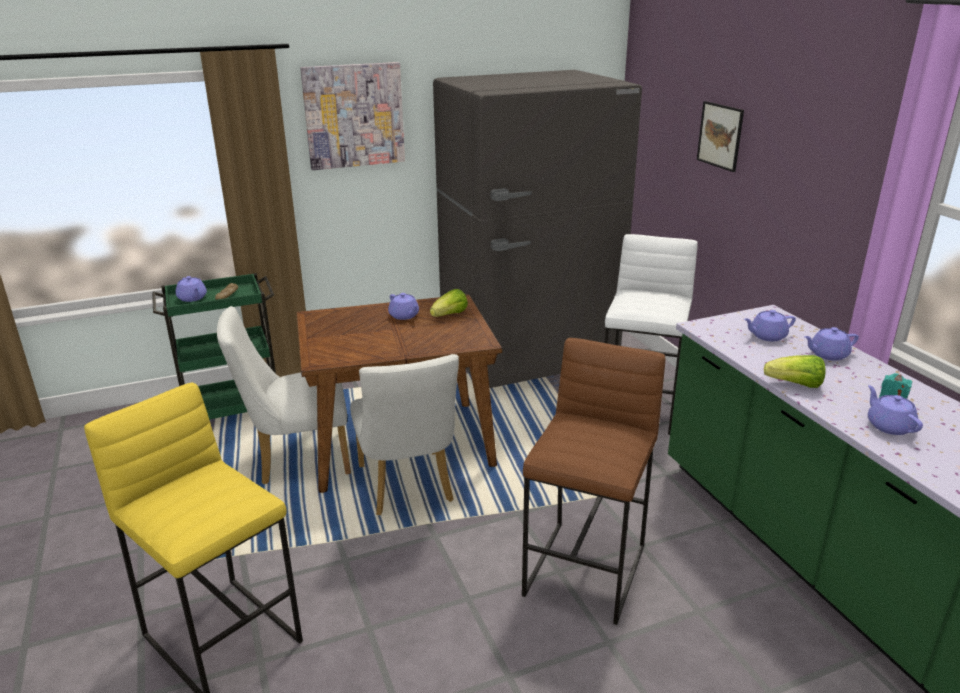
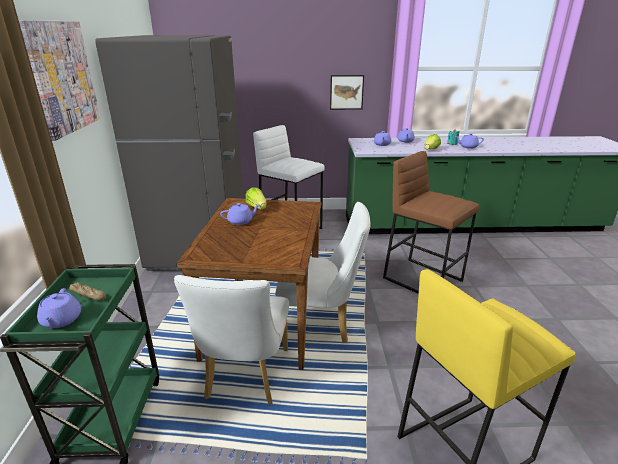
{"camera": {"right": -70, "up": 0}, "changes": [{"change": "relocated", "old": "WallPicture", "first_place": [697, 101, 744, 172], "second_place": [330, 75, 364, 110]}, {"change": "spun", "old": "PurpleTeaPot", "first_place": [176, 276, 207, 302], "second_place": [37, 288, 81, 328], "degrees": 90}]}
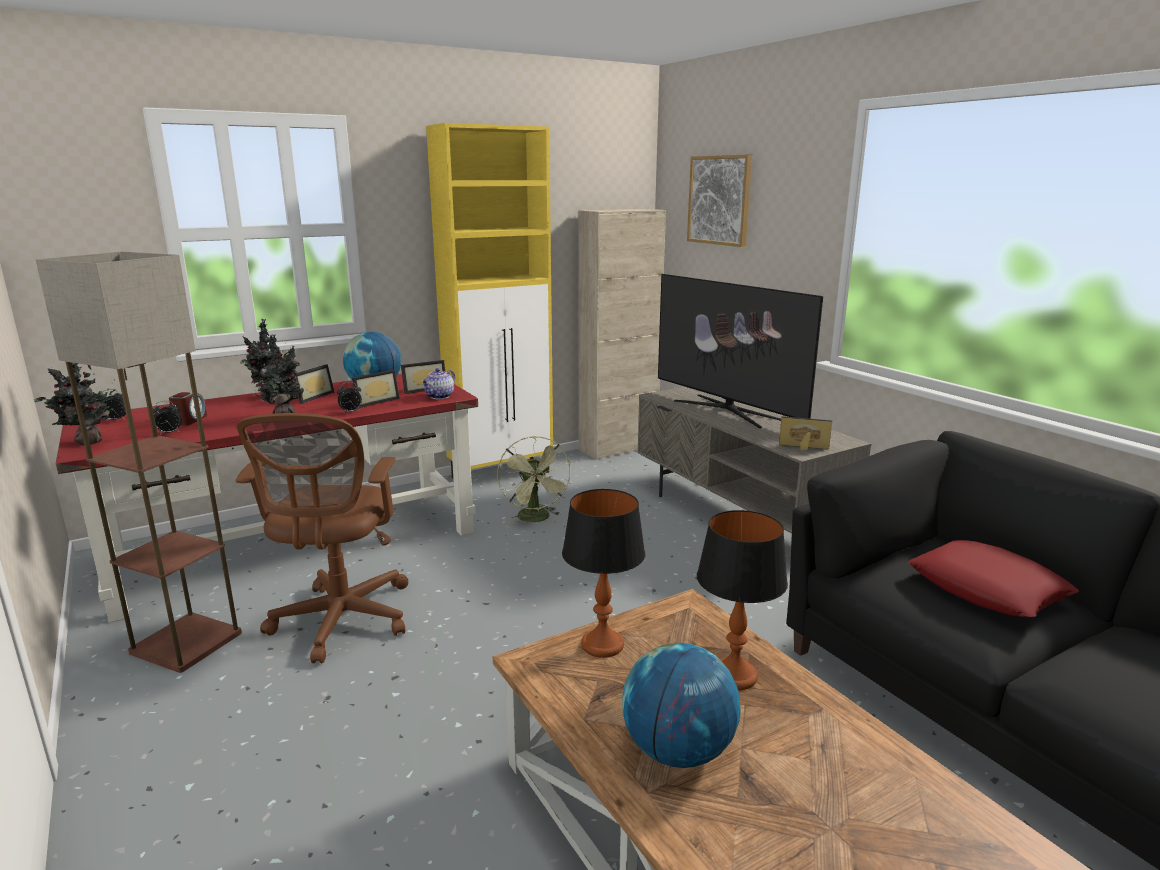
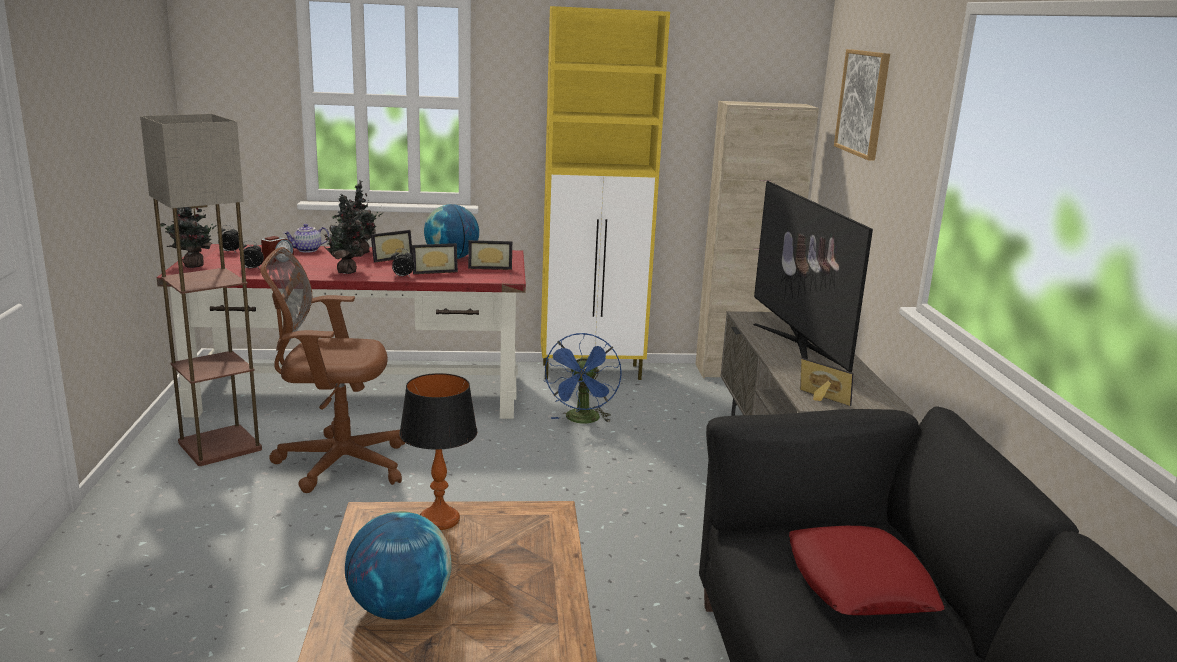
{"camera": {"right": 25, "up": 0}, "changes": [{"change": "relocated", "old": "TeaPot", "first_place": [421, 368, 455, 399], "second_place": [284, 224, 329, 253]}, {"change": "spun", "old": "BrownColouredComputerChair", "first_place": [236, 413, 408, 663], "second_place": [260, 247, 405, 493], "degrees": 60}, {"change": "colour", "old": "GreenColouredElectricFan", "new": "BlueElectricFan", "first_place": [497, 436, 572, 524], "second_place": [545, 333, 622, 423]}, {"change": "missing", "old": "LampForATable", "first_place": [697, 510, 788, 690]}]}
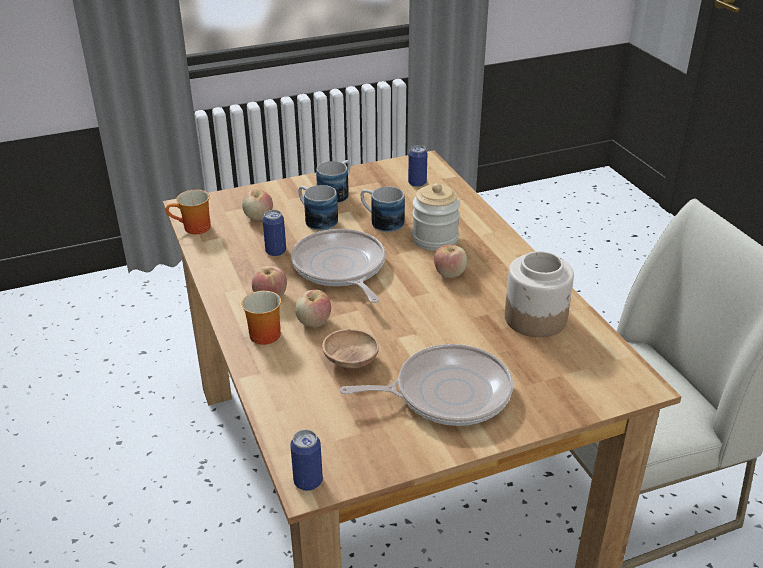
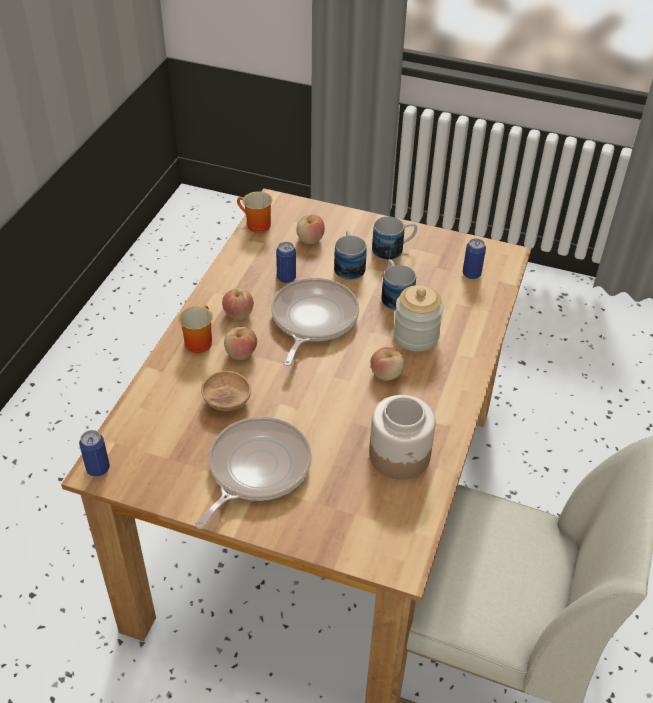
{"camera": {"right": 40, "up": 10}, "changes": [{"change": "spun", "old": "Skillet", "first_place": [340, 344, 513, 426], "second_place": [195, 417, 312, 529], "degrees": -90}]}
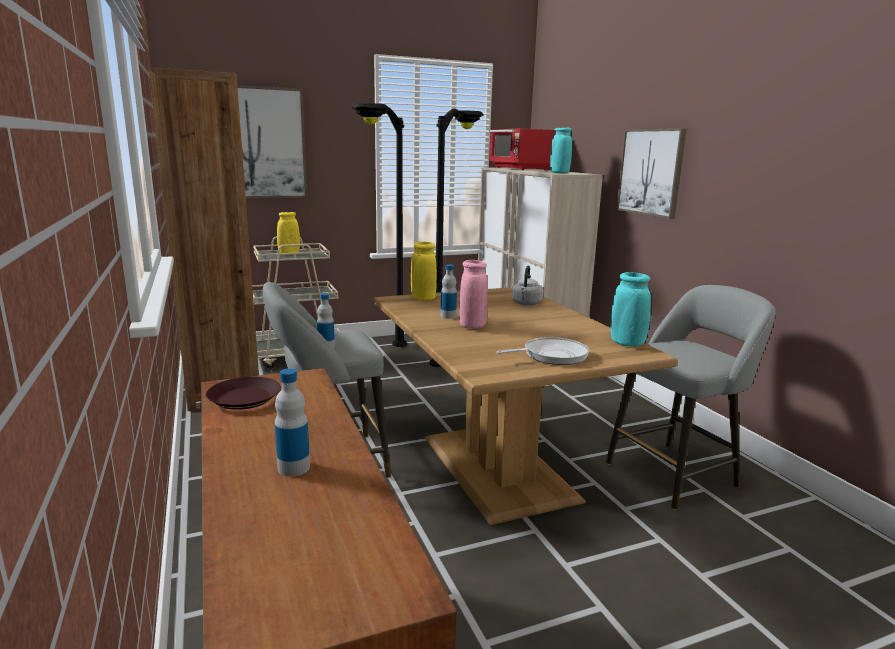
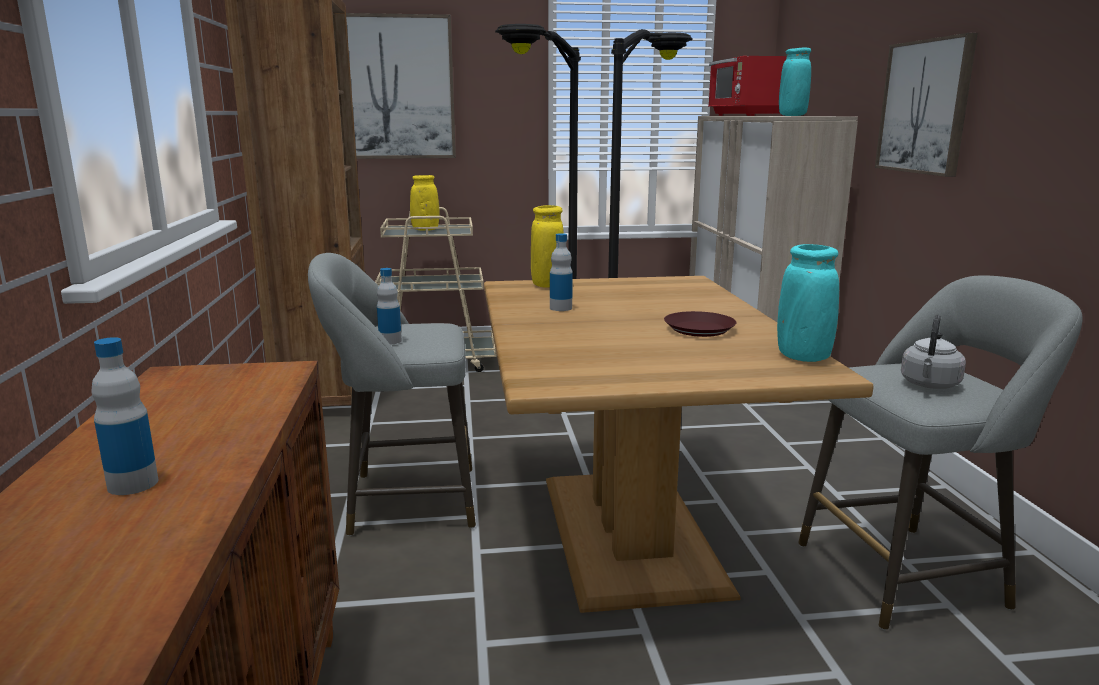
{"camera": {"right": 15, "up": 0}, "changes": [{"change": "missing", "old": "PinkDecorativeVase", "first_place": [459, 260, 487, 329]}, {"change": "relocated", "old": "GrayTeaKettle", "first_place": [512, 265, 543, 306], "second_place": [901, 315, 966, 389]}, {"change": "missing", "old": "Skillet", "first_place": [496, 337, 589, 365]}, {"change": "relocated", "old": "BrownColouredPlate", "first_place": [206, 377, 281, 410], "second_place": [664, 311, 737, 337]}]}
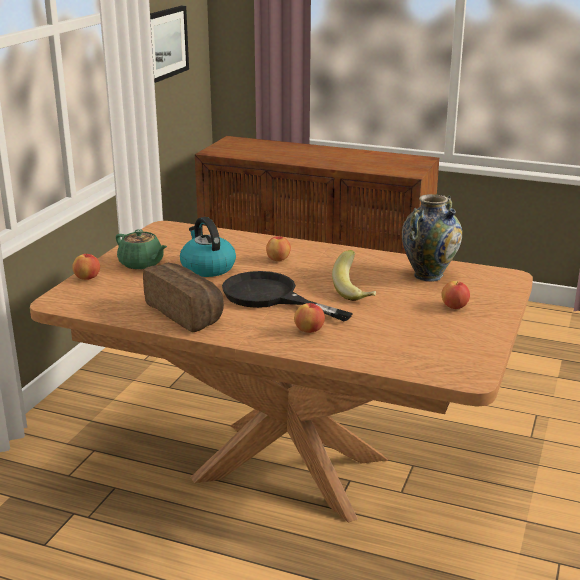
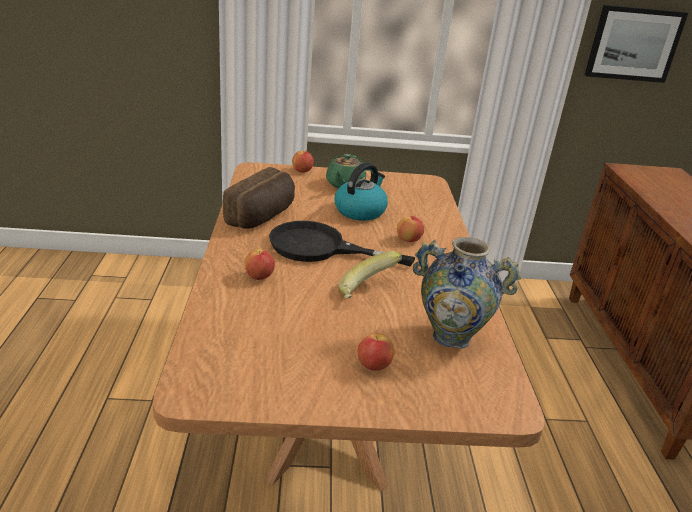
{"camera": {"right": 65, "up": 5}, "changes": [{"change": "spun", "old": "BlackSkillet", "first_place": [222, 271, 353, 321], "second_place": [269, 221, 415, 266], "degrees": -90}]}
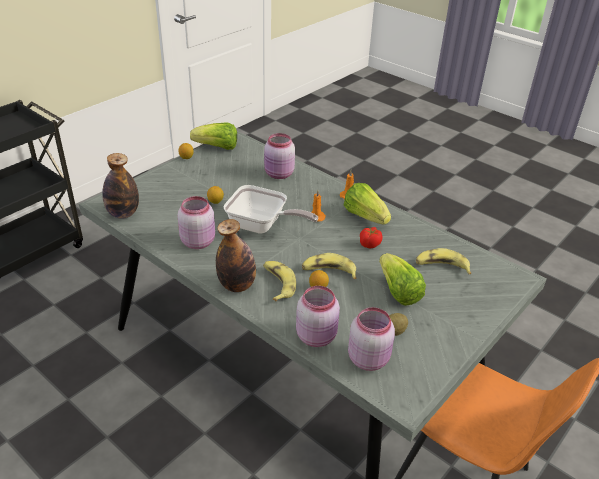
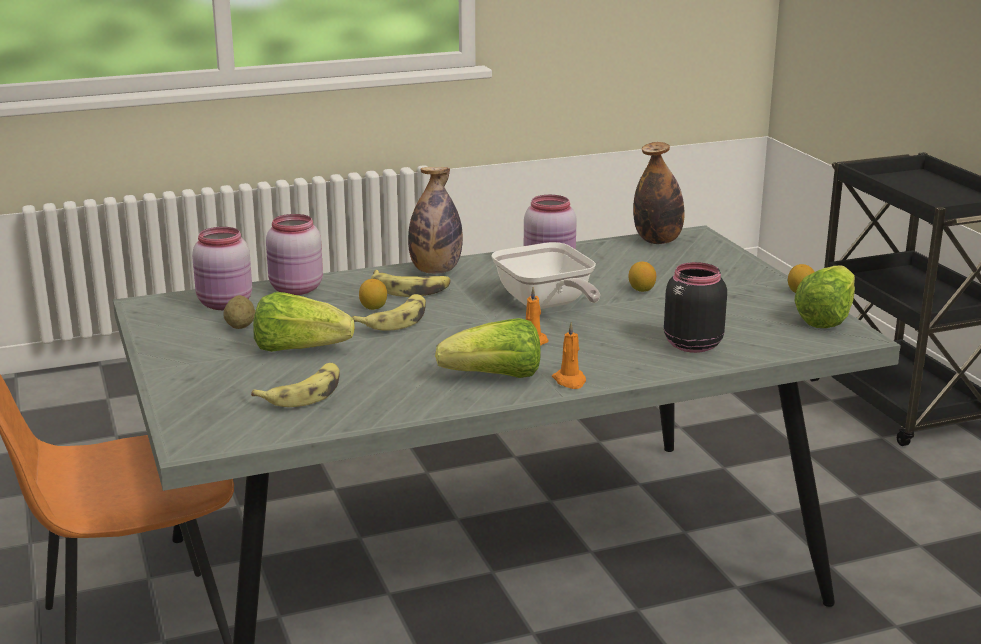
{"camera": {"right": 120, "up": -15}, "changes": [{"change": "colour", "old": "PinkPreserveJar", "new": "BlackPreserveJar", "first_place": [264, 133, 295, 179], "second_place": [664, 262, 727, 353]}, {"change": "spun", "old": "Skillet", "first_place": [223, 185, 318, 234], "second_place": [491, 242, 600, 309], "degrees": -75}, {"change": "missing", "old": "WholeTomato", "first_place": [360, 227, 382, 248]}]}
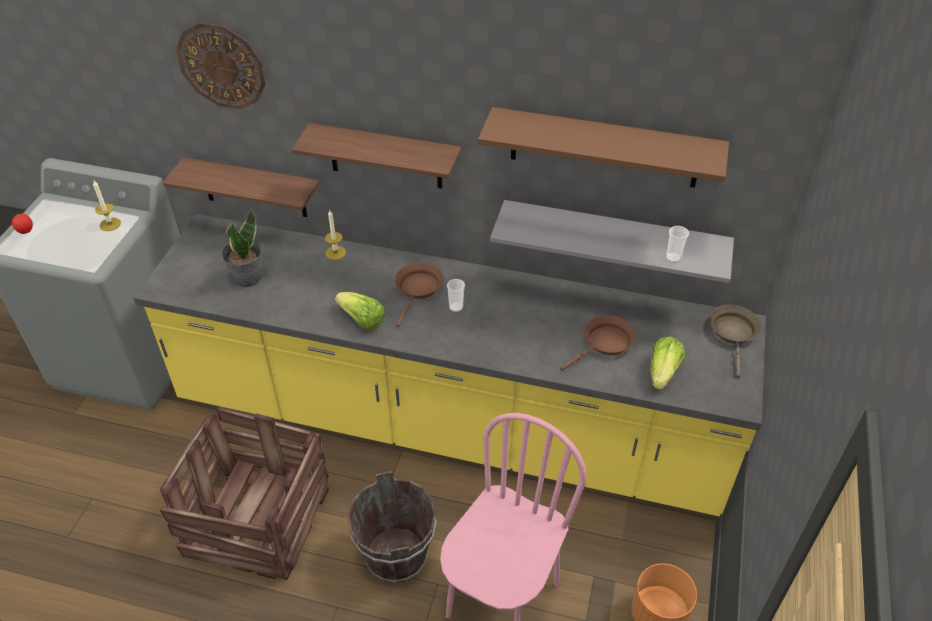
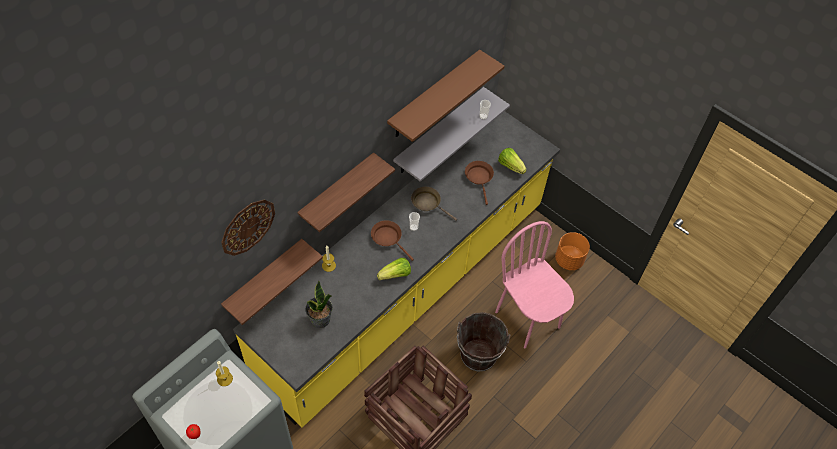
{"camera": {"right": -65, "up": 10}, "changes": [{"change": "relocated", "old": "BrownColouredSkillet", "first_place": [709, 305, 761, 377], "second_place": [411, 187, 457, 221]}]}
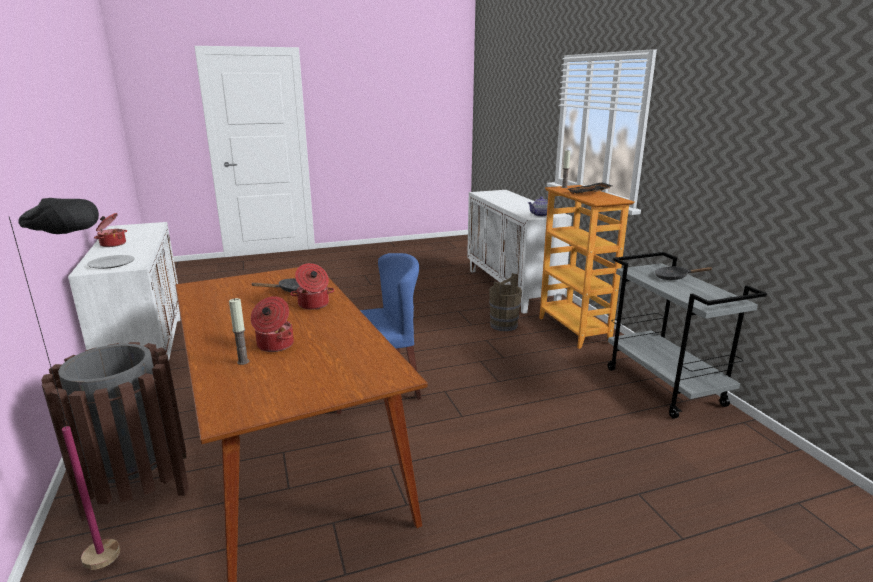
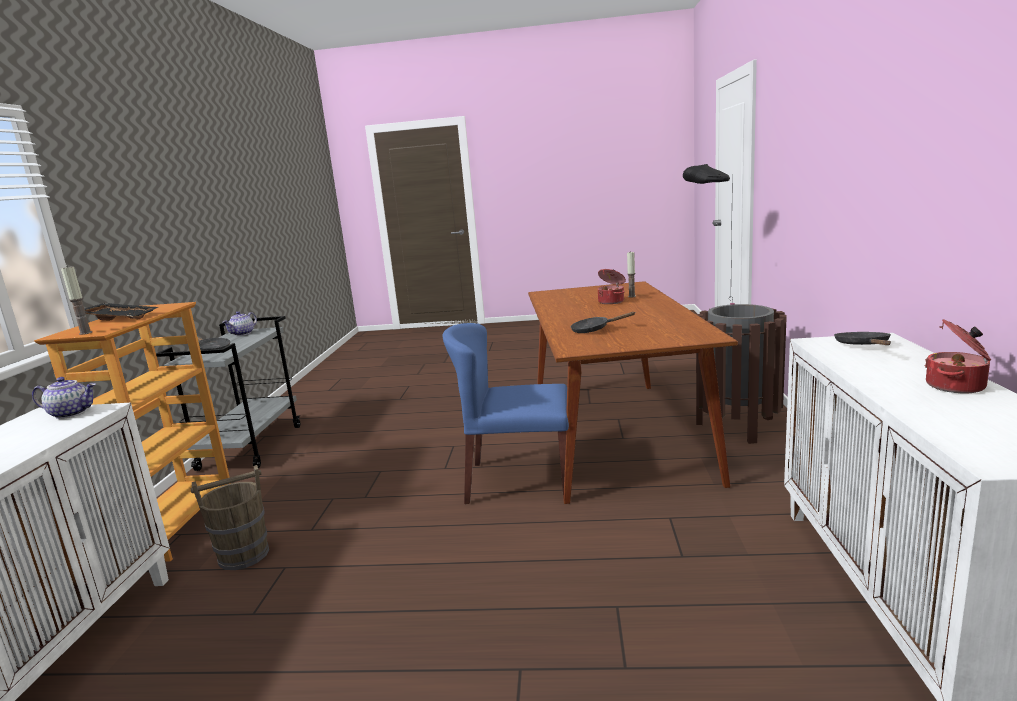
{"camera": {"right": -155, "up": -5}, "changes": [{"change": "exchanged", "old": "Plate", "new": "BlackSkillet", "first_place": [87, 255, 135, 269], "second_place": [834, 332, 891, 345]}, {"change": "missing", "old": "CookingPot", "first_place": [290, 263, 335, 310]}, {"change": "appeared", "new": "TeaPot", "second_place": [223, 311, 257, 336]}]}
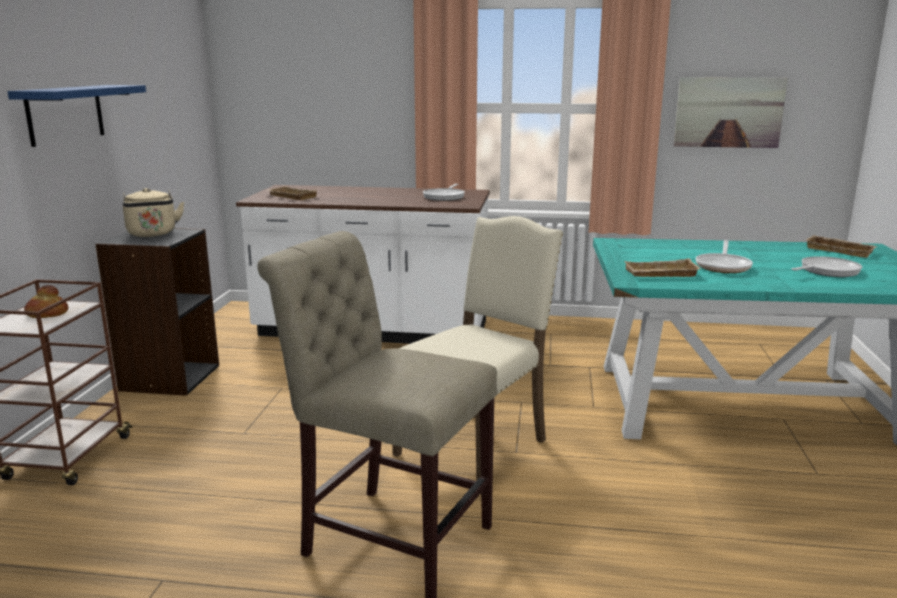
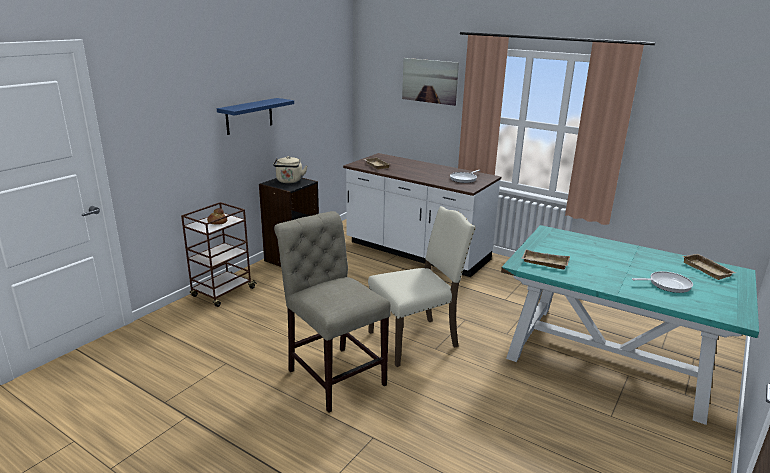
{"camera": {"right": 25, "up": 5}, "changes": [{"change": "relocated", "old": "WallPicture", "first_place": [674, 77, 788, 148], "second_place": [402, 58, 459, 106]}, {"change": "missing", "old": "Skillet", "first_place": [696, 240, 753, 273]}]}
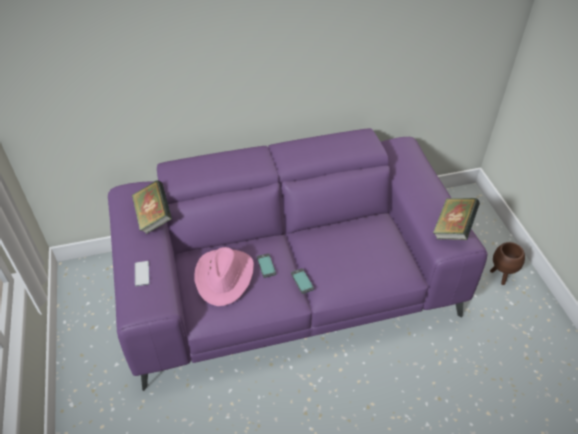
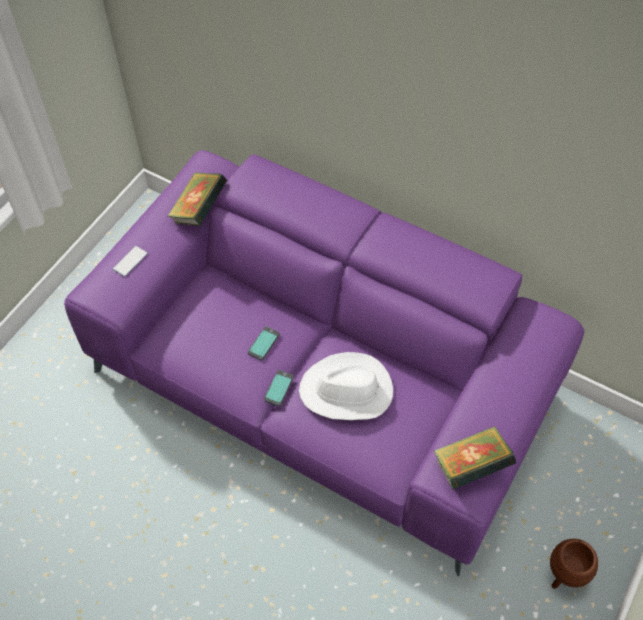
{"camera": {"right": 45, "up": 10}, "changes": [{"change": "missing", "old": "PinkHat", "first_place": [194, 247, 254, 306]}, {"change": "appeared", "new": "WhitishHat", "second_place": [299, 352, 393, 420]}]}
